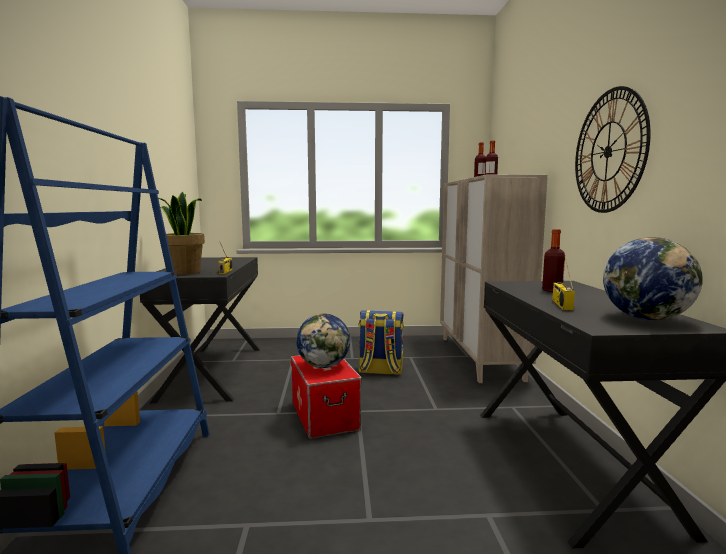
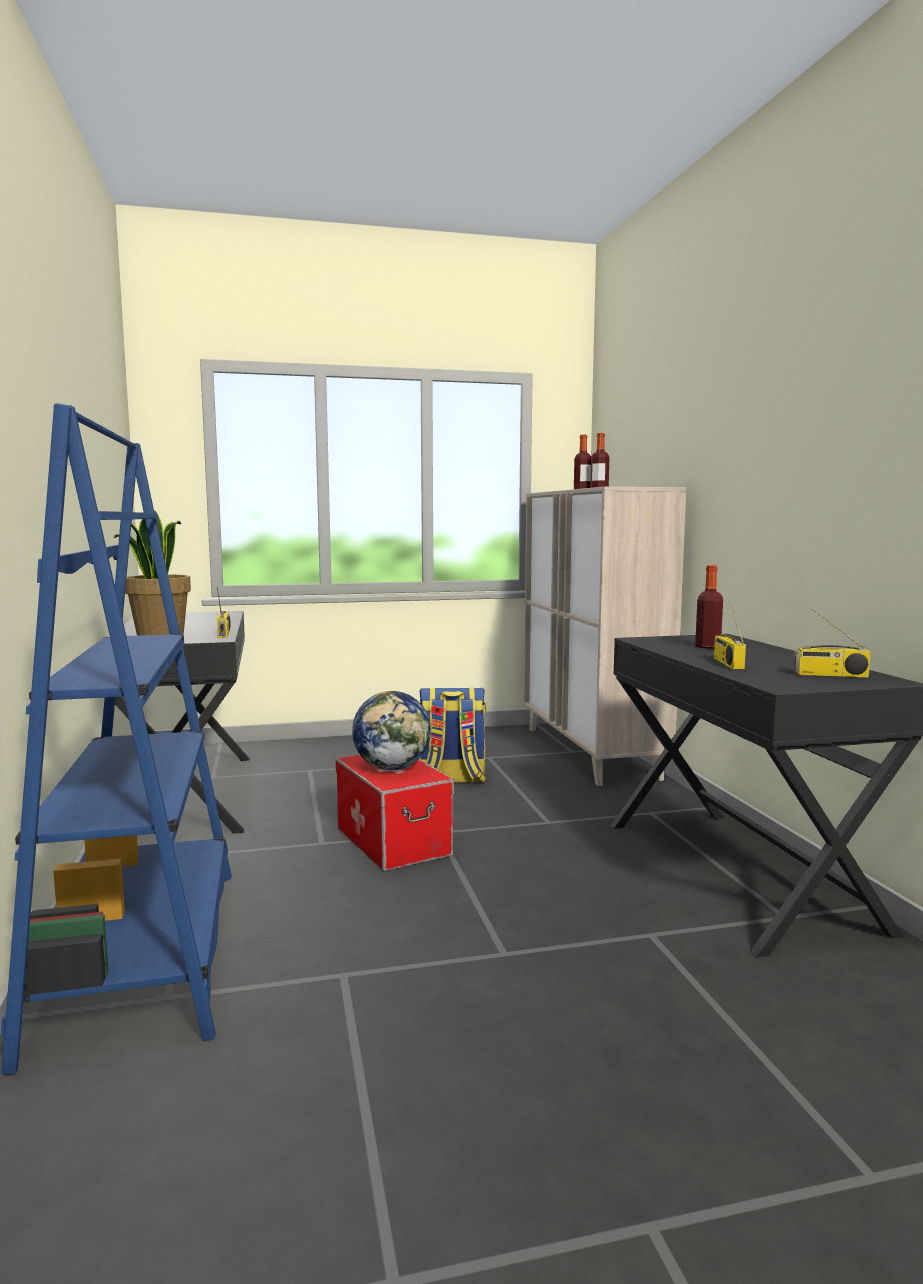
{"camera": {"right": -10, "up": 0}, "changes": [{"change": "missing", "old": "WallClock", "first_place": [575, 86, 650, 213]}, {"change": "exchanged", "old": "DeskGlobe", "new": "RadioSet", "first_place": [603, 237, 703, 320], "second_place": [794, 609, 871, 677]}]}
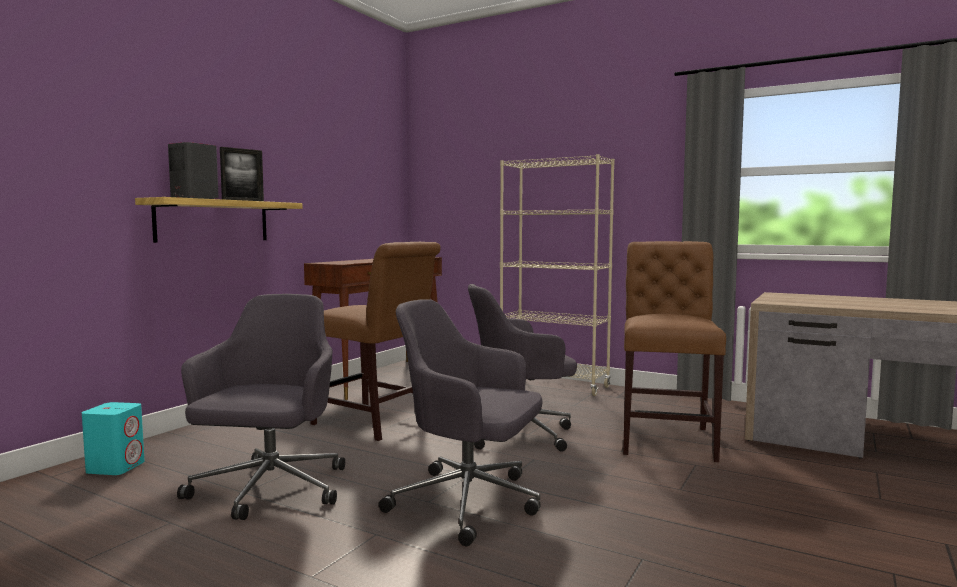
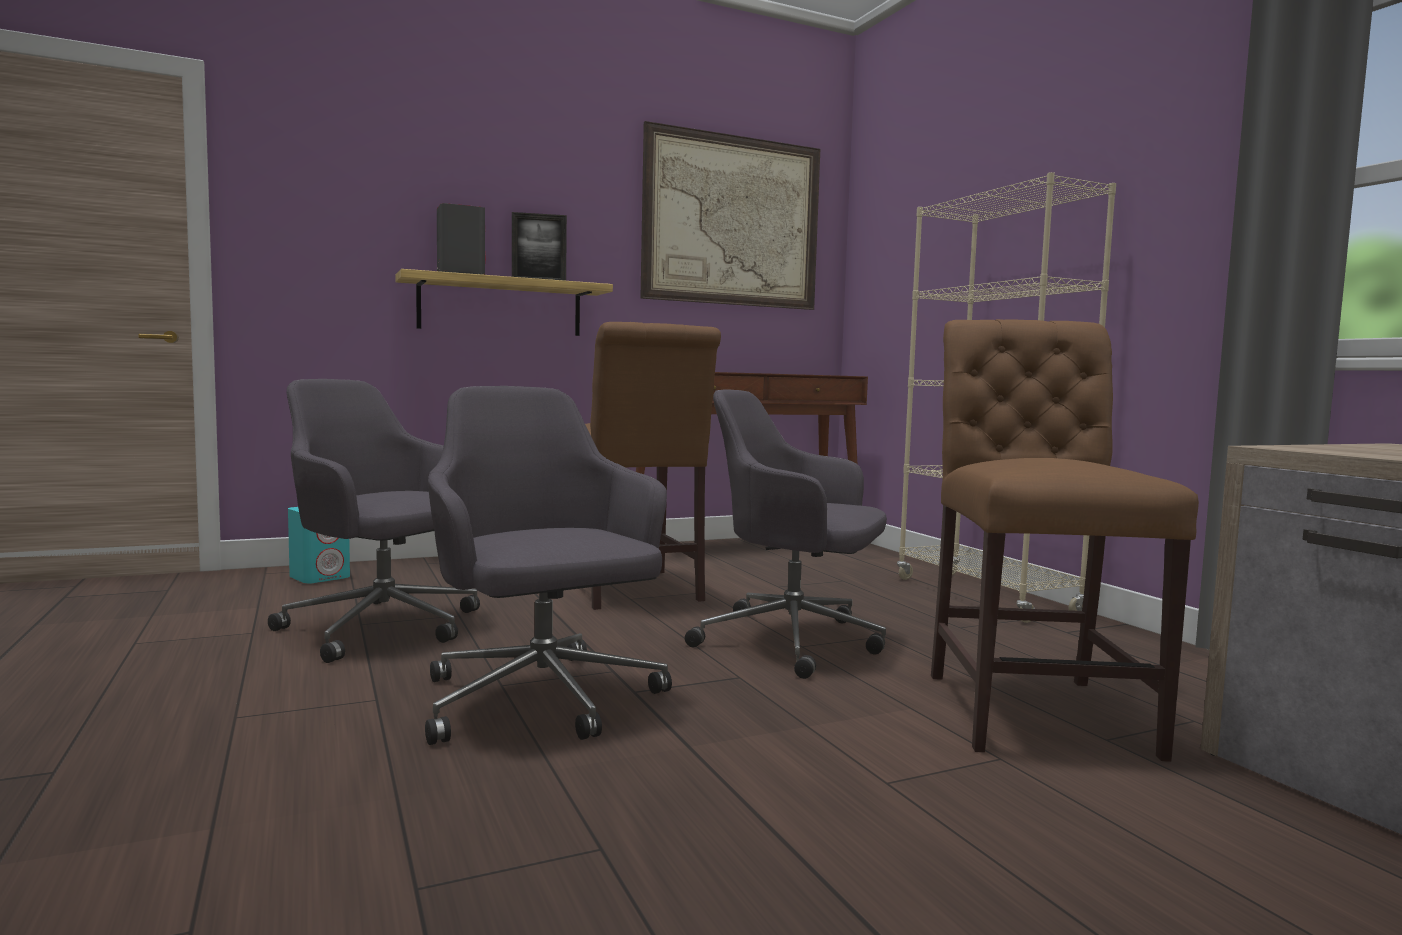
{"camera": {"right": 35, "up": 0}, "changes": [{"change": "spun", "old": "BrownColouredUprightChair", "first_place": [623, 241, 726, 462], "second_place": [931, 319, 1199, 762], "degrees": -45}, {"change": "spun", "old": "GrayComputerChair", "first_place": [177, 294, 345, 520], "second_place": [268, 379, 480, 663], "degrees": -105}, {"change": "appeared", "new": "WallPicture", "second_place": [640, 121, 820, 310]}]}
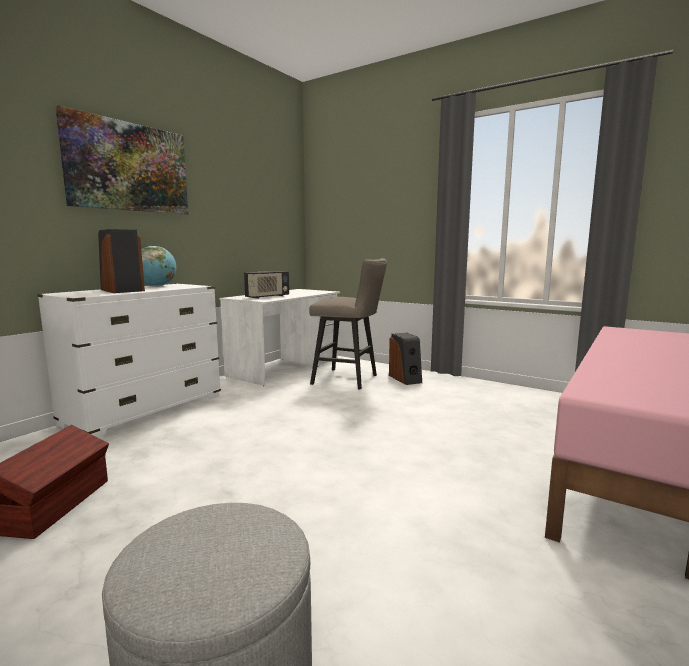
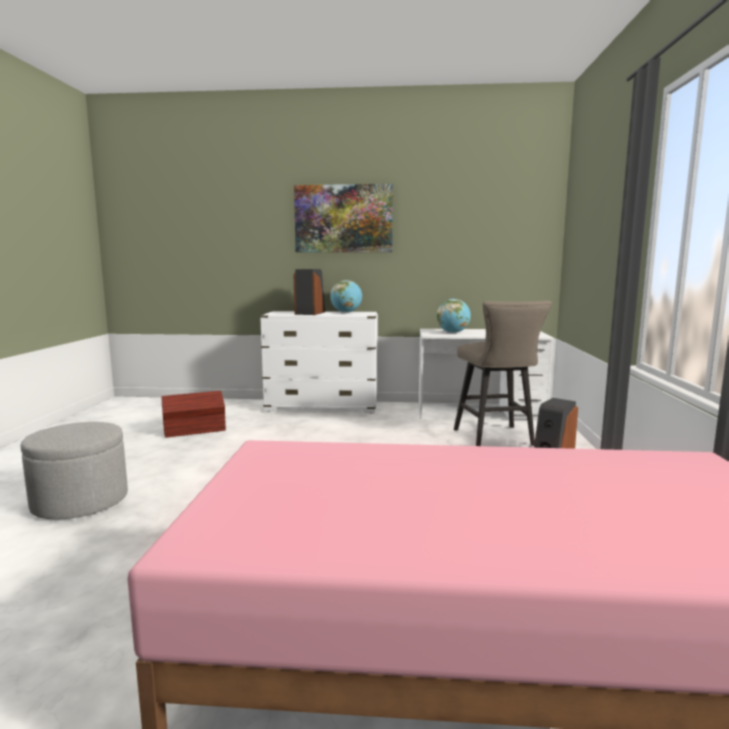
{"camera": {"right": 60, "up": 0}, "changes": [{"change": "exchanged", "old": "RadioSet", "new": "DeskGlobe", "first_place": [244, 271, 289, 299], "second_place": [437, 299, 471, 333]}]}
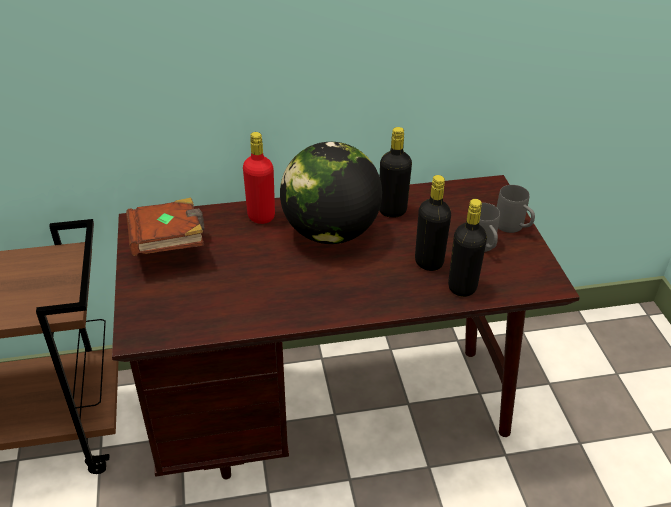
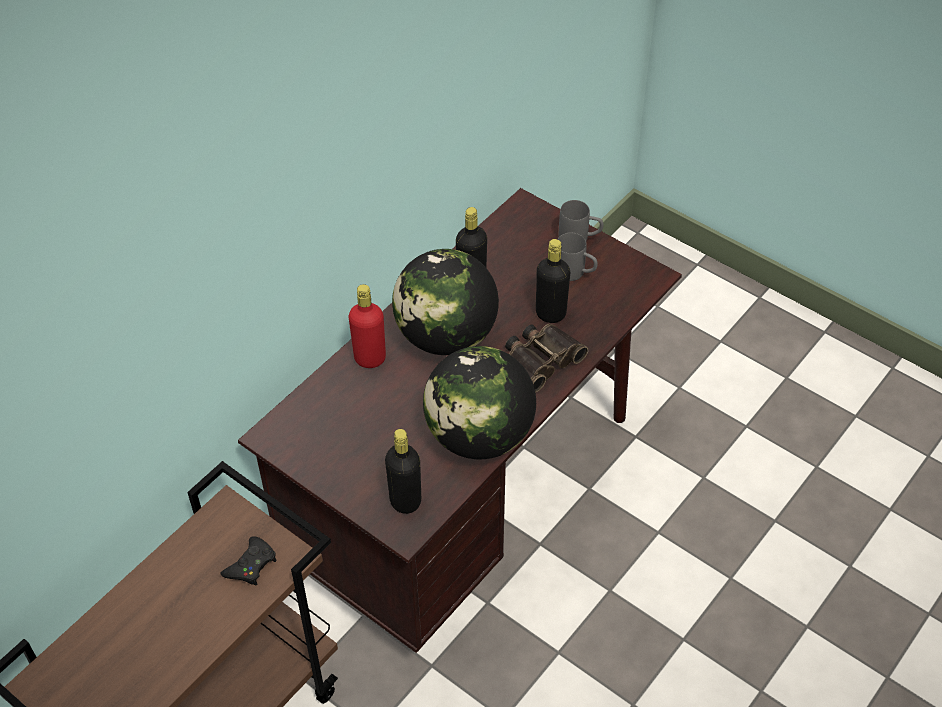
{"camera": {"right": -40, "up": 10}, "changes": [{"change": "missing", "old": "BrownColouredVolume", "first_place": [126, 198, 204, 256]}, {"change": "relocated", "old": "BlackBottle", "first_place": [448, 199, 487, 297], "second_place": [385, 429, 421, 514]}, {"change": "appeared", "new": "Binoculars", "second_place": [505, 324, 588, 393]}, {"change": "appeared", "new": "DeskGlobe", "second_place": [423, 346, 536, 459]}, {"change": "appeared", "new": "BlackGameController", "second_place": [220, 536, 277, 586]}]}
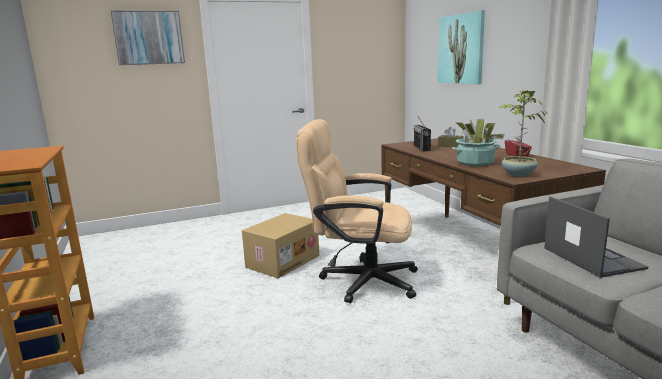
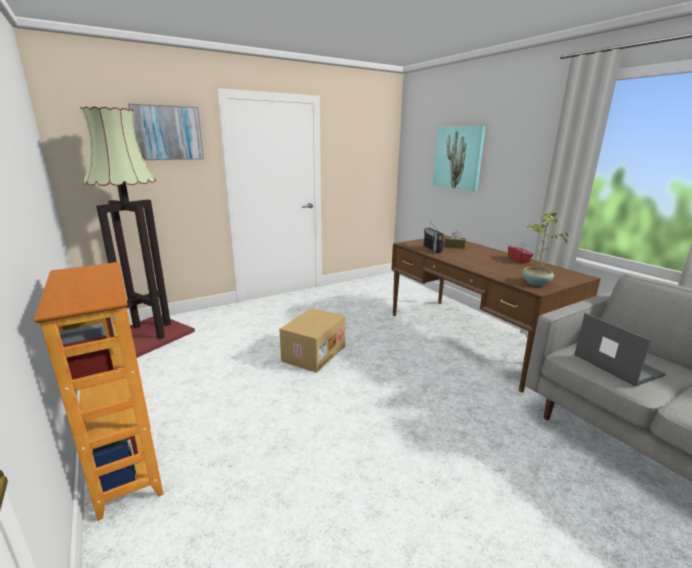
{"camera": {"right": -10, "up": 5}, "changes": [{"change": "missing", "old": "PottedPlant", "first_place": [452, 118, 505, 167]}, {"change": "missing", "old": "SandColouredComputerChair", "first_place": [296, 119, 418, 303]}, {"change": "appeared", "new": "StandardLamp", "second_place": [80, 107, 195, 358]}]}
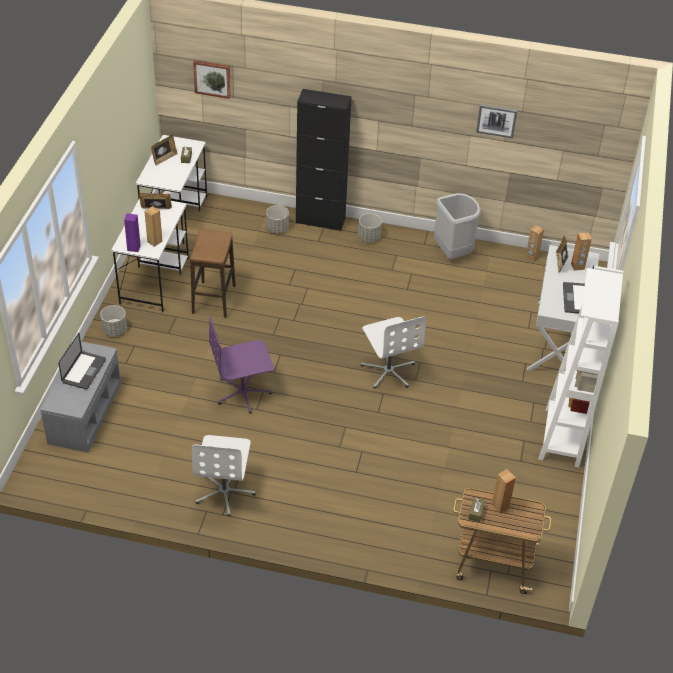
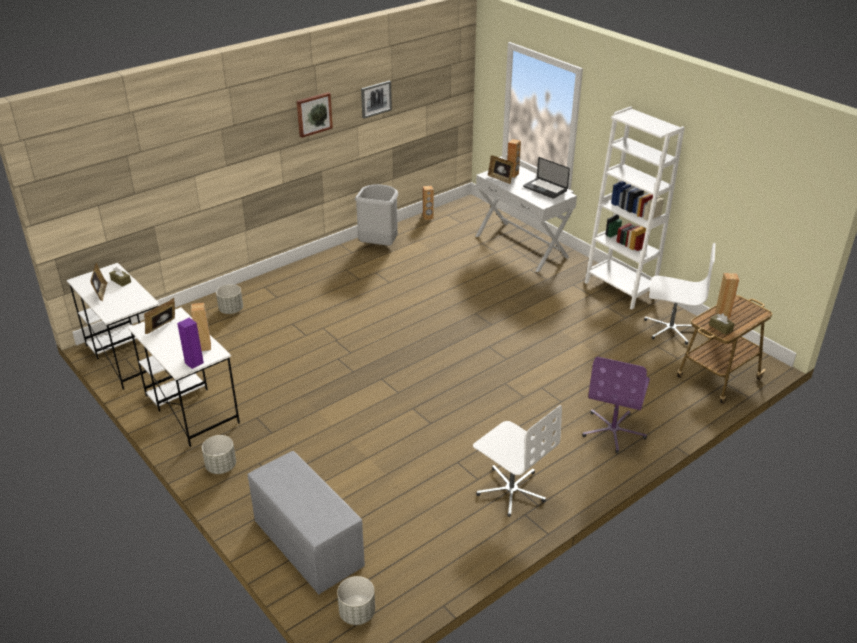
{"camera": {"right": -50, "up": -10}, "changes": [{"change": "relocated", "old": "WallPicture", "first_place": [193, 60, 231, 99], "second_place": [297, 92, 333, 138]}, {"change": "missing", "old": "BlackCabinet", "first_place": [296, 89, 352, 231]}, {"change": "relocated", "old": "GrayFlowerPot", "first_place": [358, 214, 382, 242], "second_place": [337, 576, 375, 625]}, {"change": "missing", "old": "Stool", "first_place": [190, 229, 236, 318]}, {"change": "relocated", "old": "PurpleComputerChair", "first_place": [209, 316, 274, 414], "second_place": [582, 357, 650, 453]}, {"change": "relocated", "old": "WhitishComputerChair", "first_place": [361, 316, 426, 389], "second_place": [644, 243, 716, 345]}, {"change": "missing", "old": "PortableComputer", "first_place": [58, 333, 106, 389]}]}
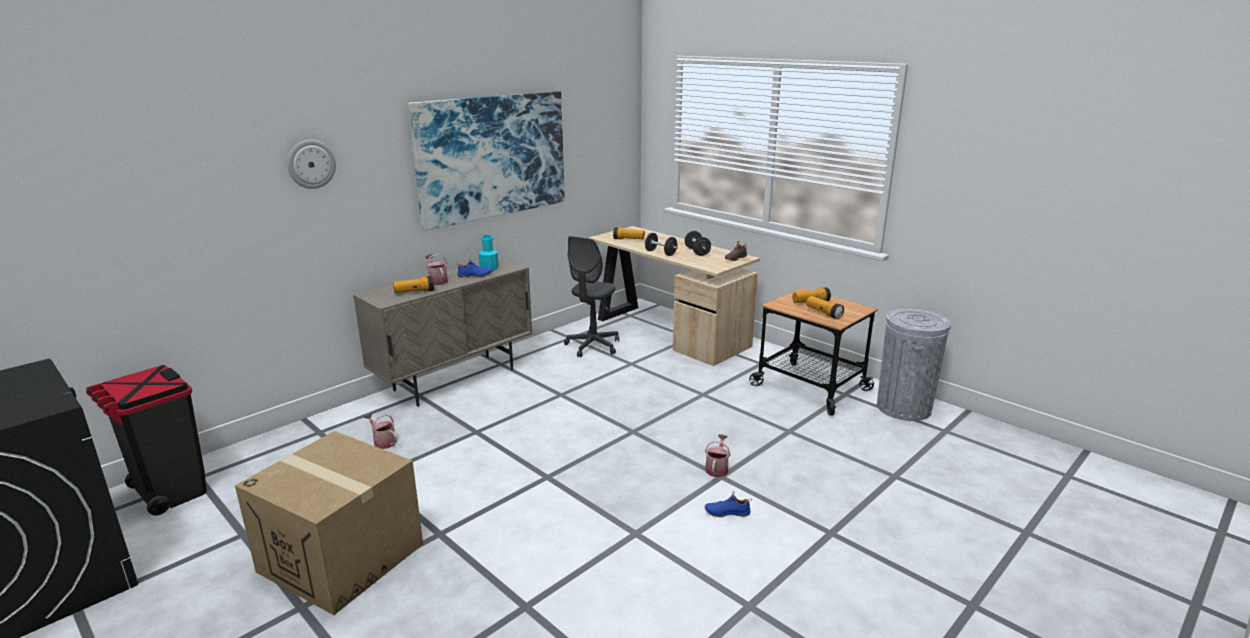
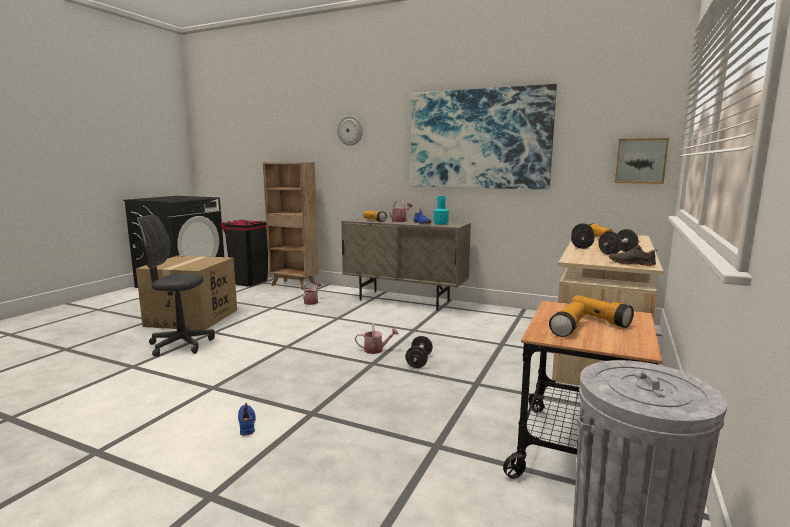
{"camera": {"right": 70, "up": -10}, "changes": [{"change": "relocated", "old": "GrayComputerChair", "first_place": [564, 236, 619, 357], "second_place": [137, 215, 215, 357]}, {"change": "relocated", "old": "WateringCan", "first_place": [705, 434, 731, 477], "second_place": [355, 323, 399, 354]}, {"change": "appeared", "new": "WallPicture", "second_place": [615, 138, 669, 184]}, {"change": "appeared", "new": "BrownColouredBookshelf", "second_place": [263, 162, 318, 290]}, {"change": "appeared", "new": "BlackDumbbell", "second_place": [405, 336, 433, 368]}]}
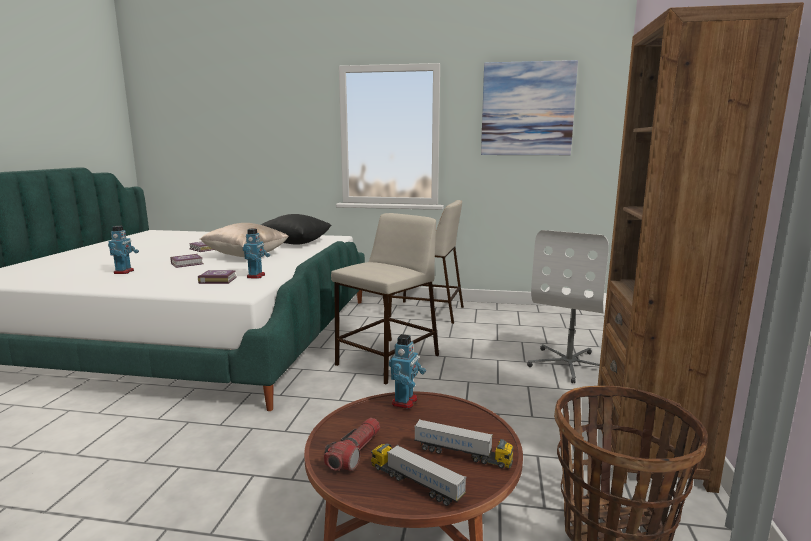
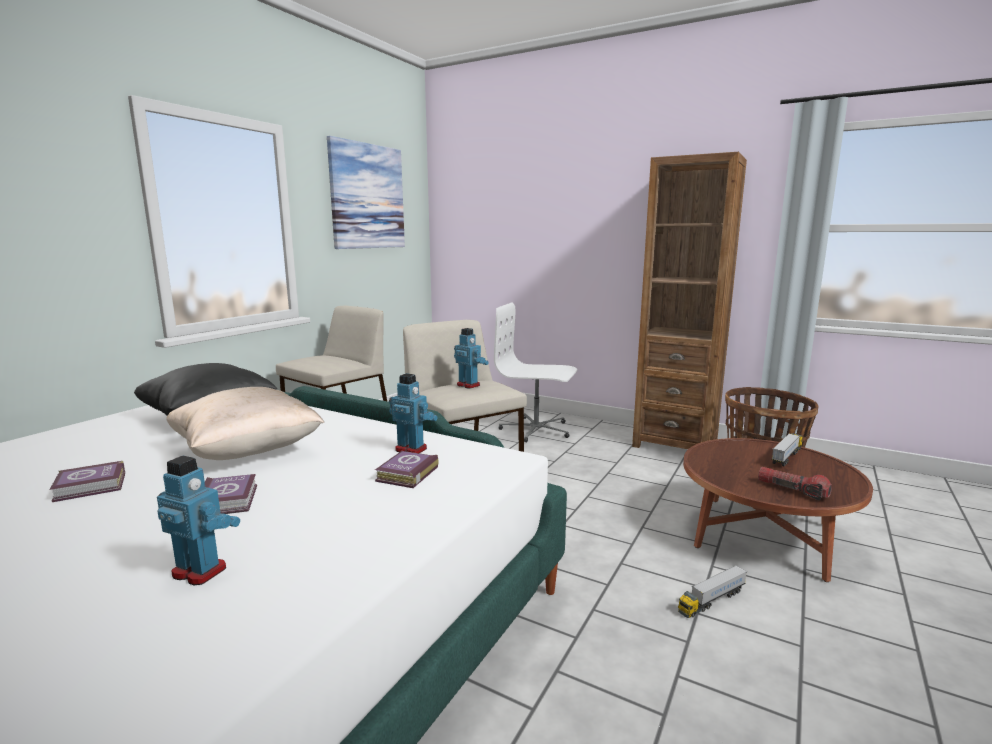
{"camera": {"right": -70, "up": 0}, "changes": [{"change": "spun", "old": "WhitishComputerChair", "first_place": [527, 230, 609, 383], "second_place": [494, 302, 577, 442], "degrees": 150}, {"change": "relocated", "old": "RobotFigure", "first_place": [389, 334, 426, 409], "second_place": [454, 328, 489, 388]}, {"change": "relocated", "old": "ToyTruck", "first_place": [371, 444, 466, 506], "second_place": [678, 565, 747, 618]}]}
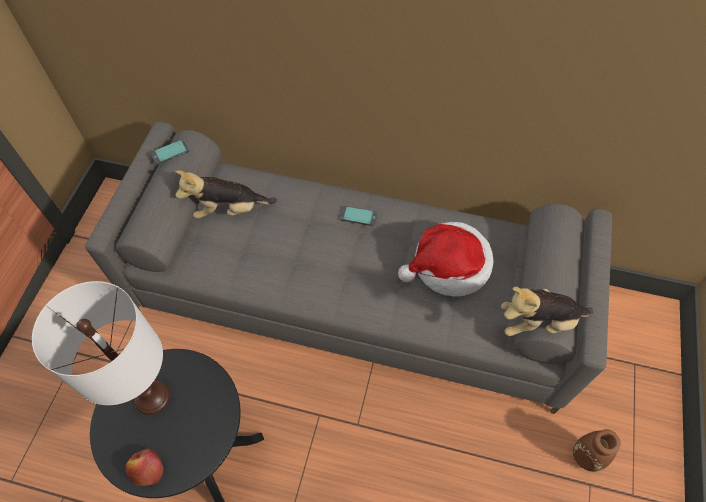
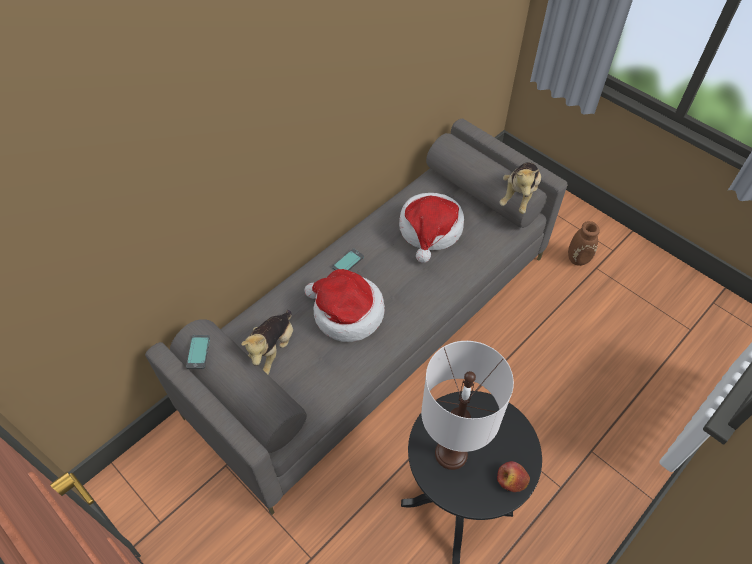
{"camera": {"right": -60, "up": -5}, "changes": [{"change": "appeared", "new": "Hat", "second_place": [305, 269, 385, 342]}]}
